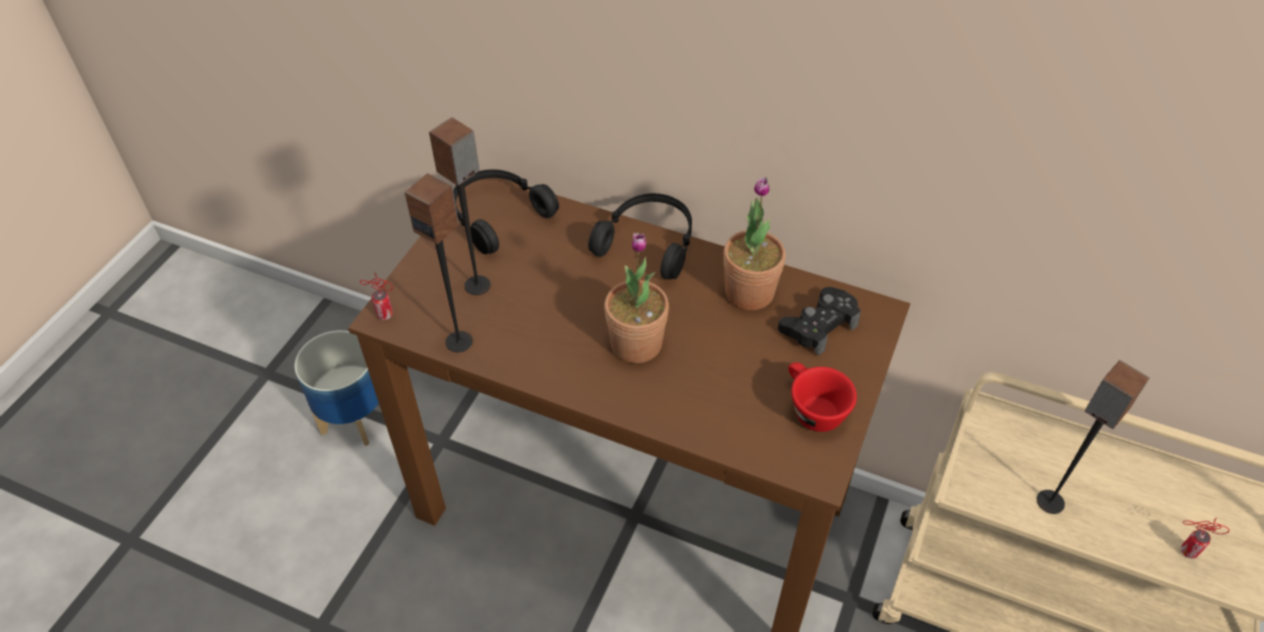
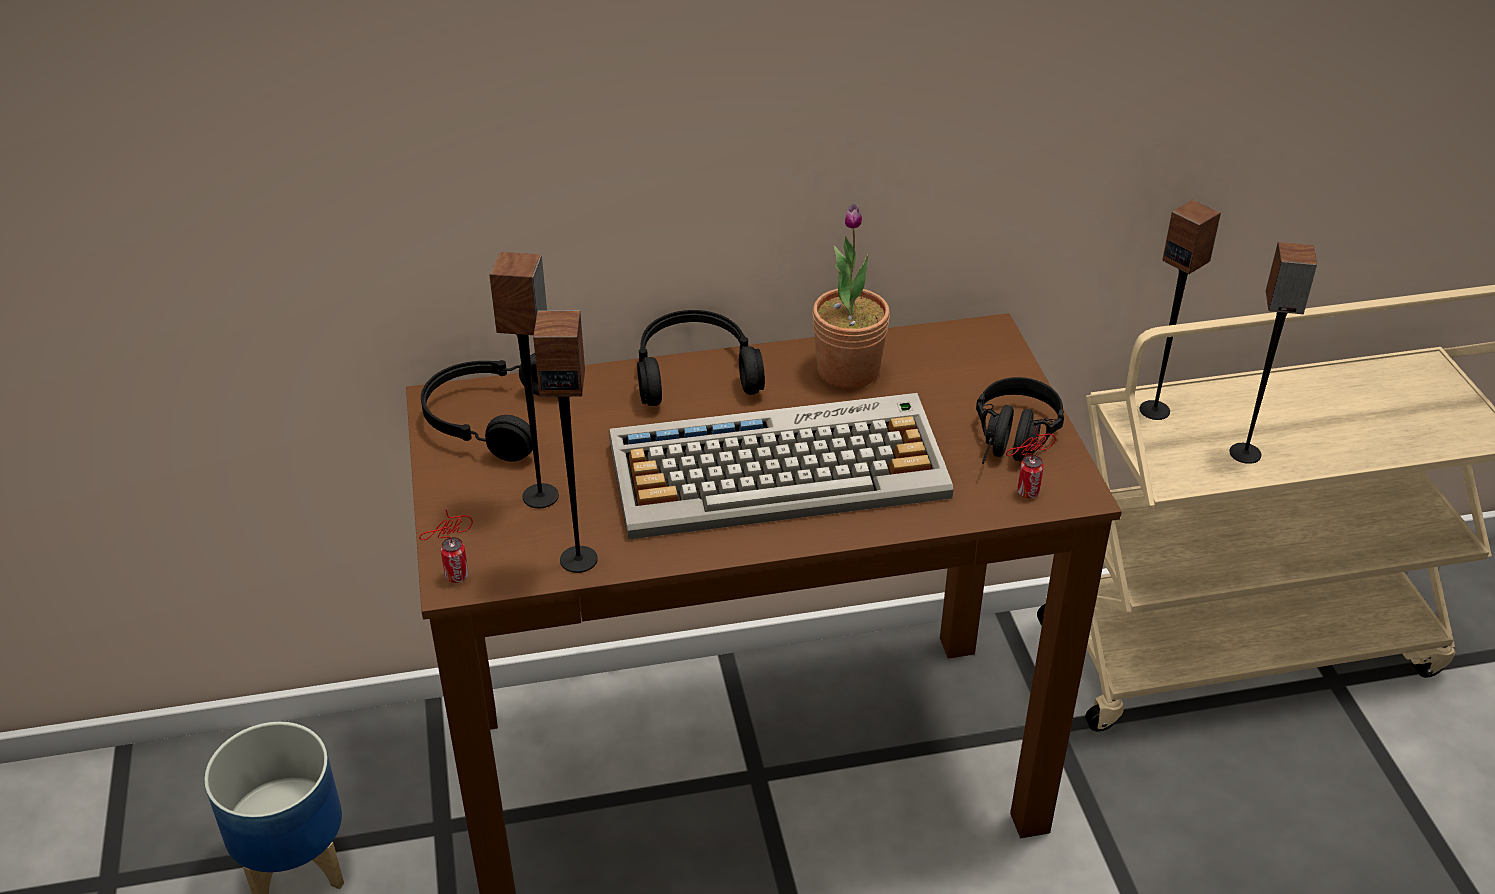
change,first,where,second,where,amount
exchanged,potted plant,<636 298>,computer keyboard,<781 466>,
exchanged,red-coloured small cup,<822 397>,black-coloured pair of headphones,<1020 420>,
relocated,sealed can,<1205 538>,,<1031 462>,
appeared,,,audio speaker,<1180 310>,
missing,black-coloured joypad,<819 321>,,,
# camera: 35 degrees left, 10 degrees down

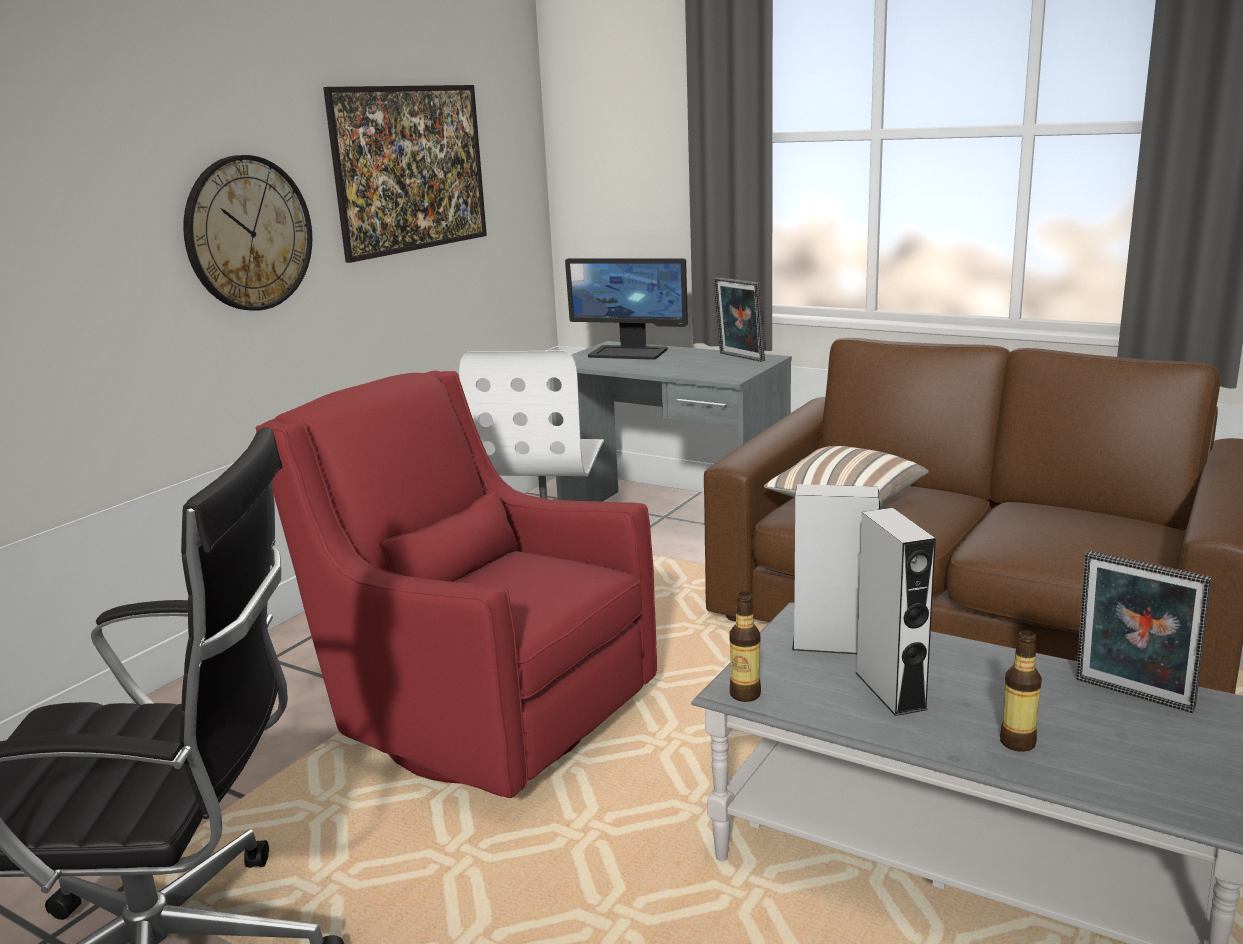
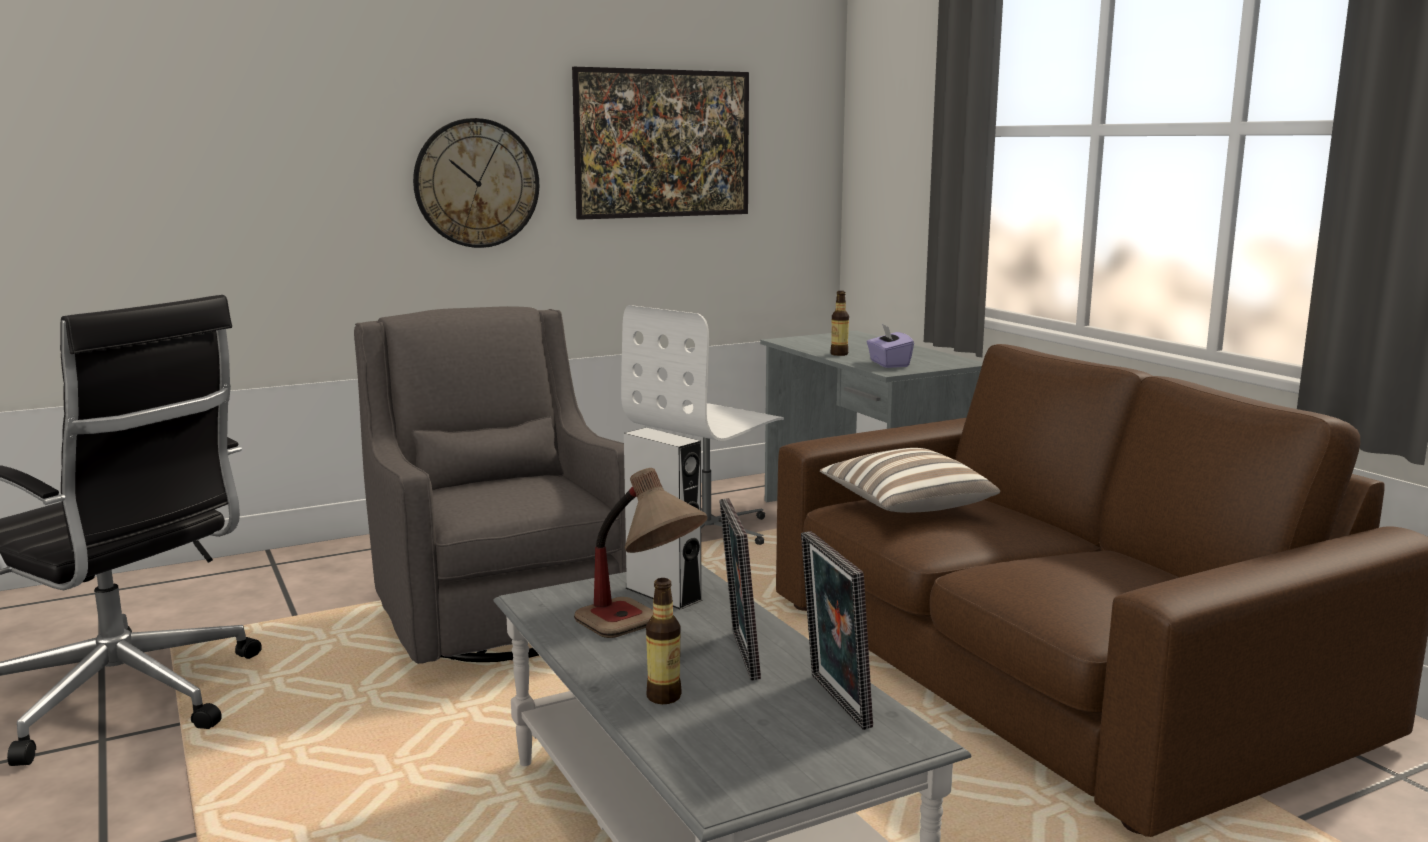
change,first,where,second,where,amount
colour,red-coloured armchair,<456 584>,grey armchair,<490 485>,
exchanged,grey audio speaker,<896 612>,lamp for a table,<641 553>,
relocated,photo frame,<739 319>,,<740 589>,
relocated,bottle,<745 646>,,<839 323>,
appeared,,,purple-coloured box of tissues,<890 346>,
missing,computer screen,<626 309>,,,
# camera: 30 degrees right, 5 degrees down

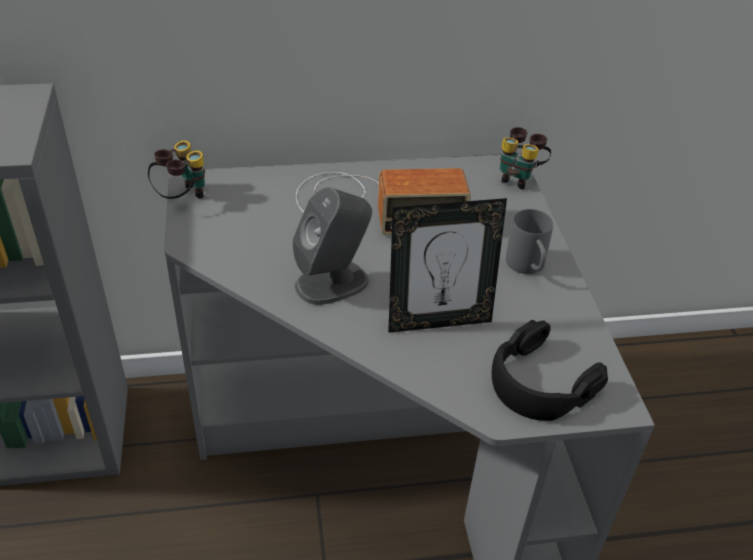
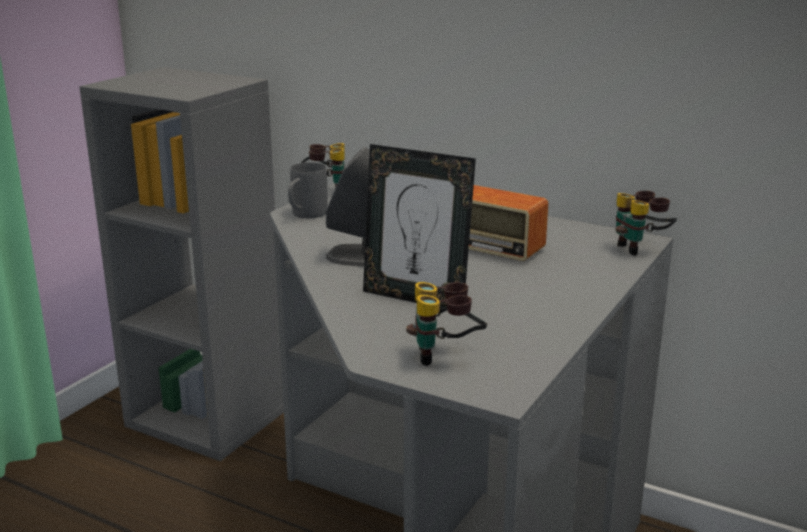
change,first,where,second,where,amount
relocated,grey coffee mug,<529 241>,,<308 190>,
exchanged,black-coloured pair of headphones,<550 370>,pair of binoculars,<447 324>,
# camera: 40 degrees right, 20 degrees down

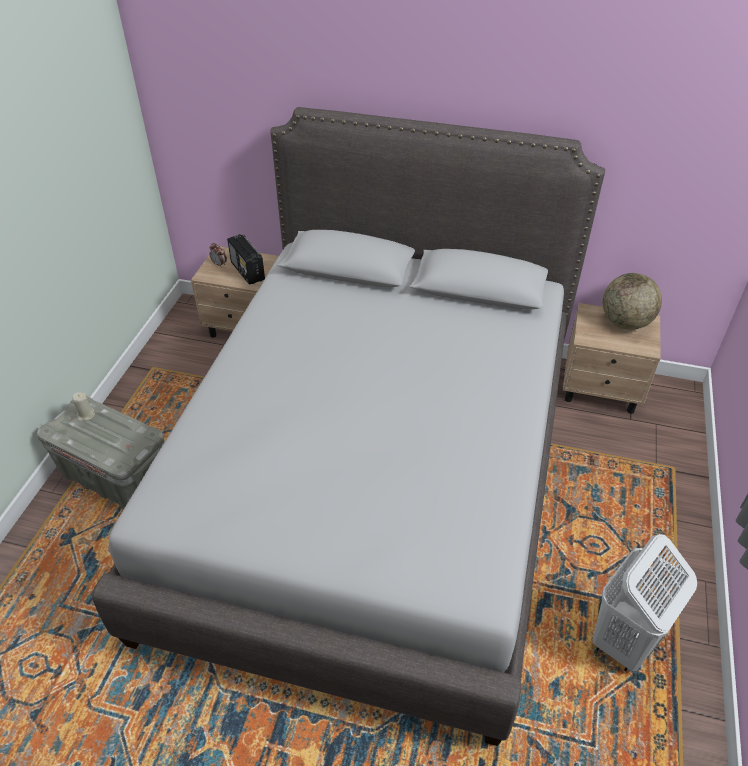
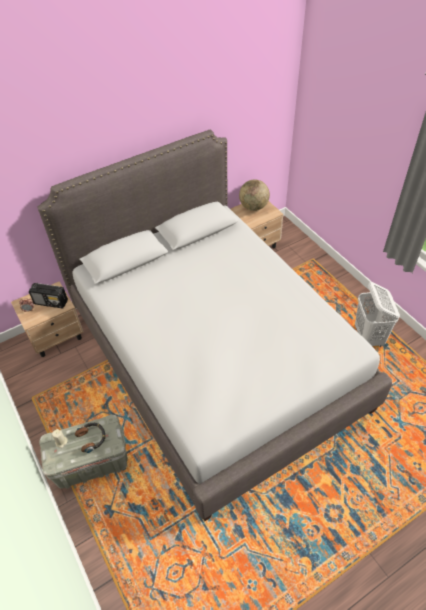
change,first,where,second,where,amount
appeared,,,pair of headphones,<90 438>,
# camera: 45 degrees left, 5 degrees up

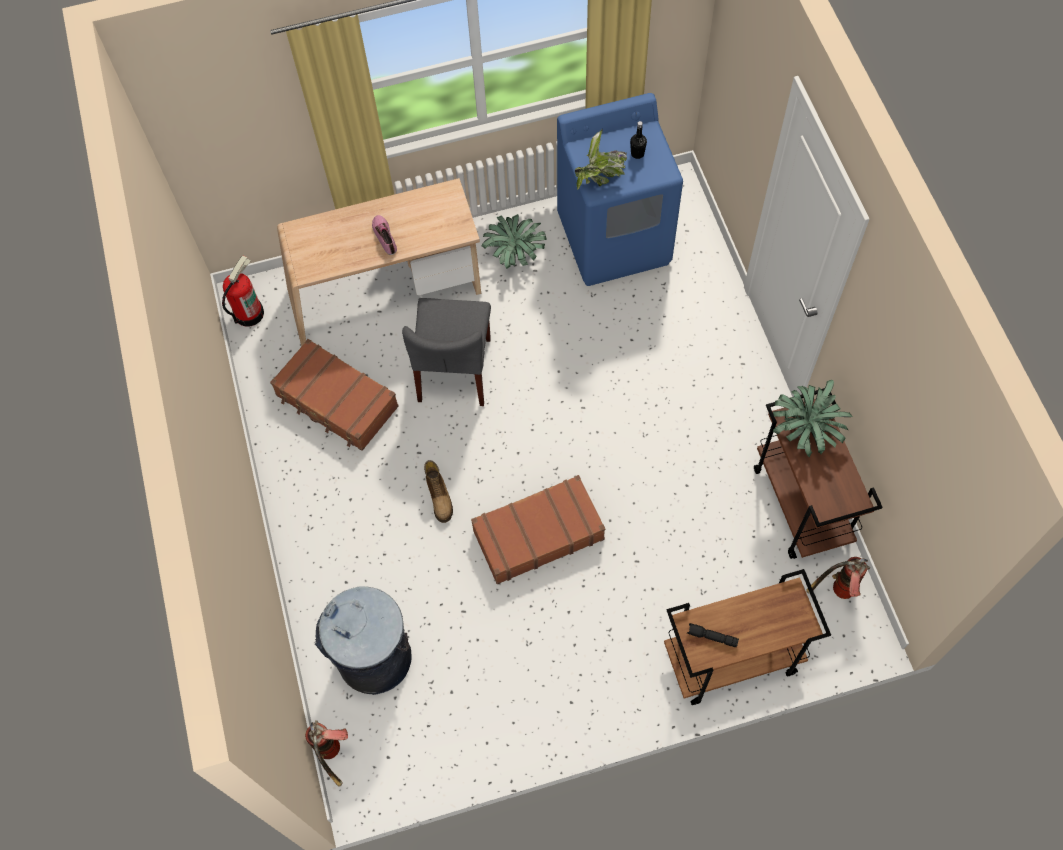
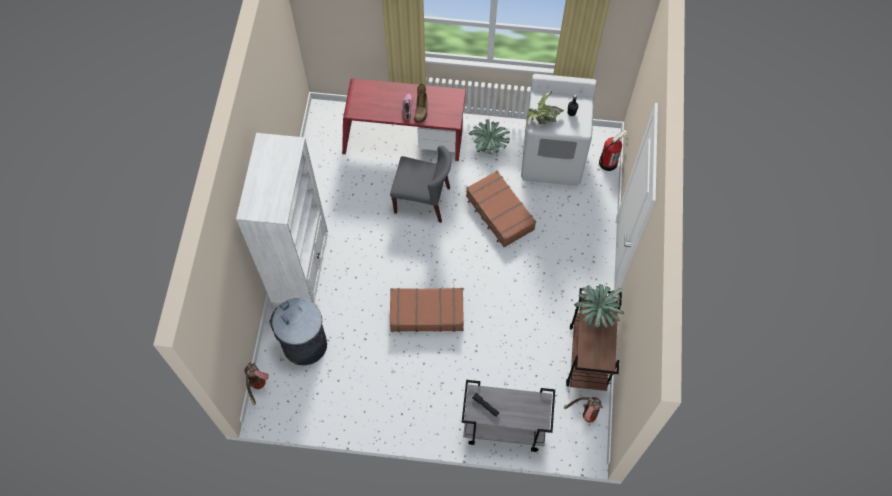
change,first,where,second,where,amount
appeared,,,white-coloured shelving unit,<282 219>,
colour,sand-coloured desk unit,<379 262>,red-coloured desk unit,<404 119>,
spun,grey chair,<446 352>,,<420 184>,105 degrees counterclockwise
relocated,tall boot,<438 491>,,<420 103>,
colour,brown trolley,<747 637>,grey trolley,<508 416>,
relocated,brown piece of luggage,<334 395>,,<501 209>,
colour,blue-coloured washing machine,<620 189>,white-coloured washing machine,<559 130>,
relocated,extinguisher,<243 291>,,<613 150>,
# camera: 20 degrees right, 0 degrees up

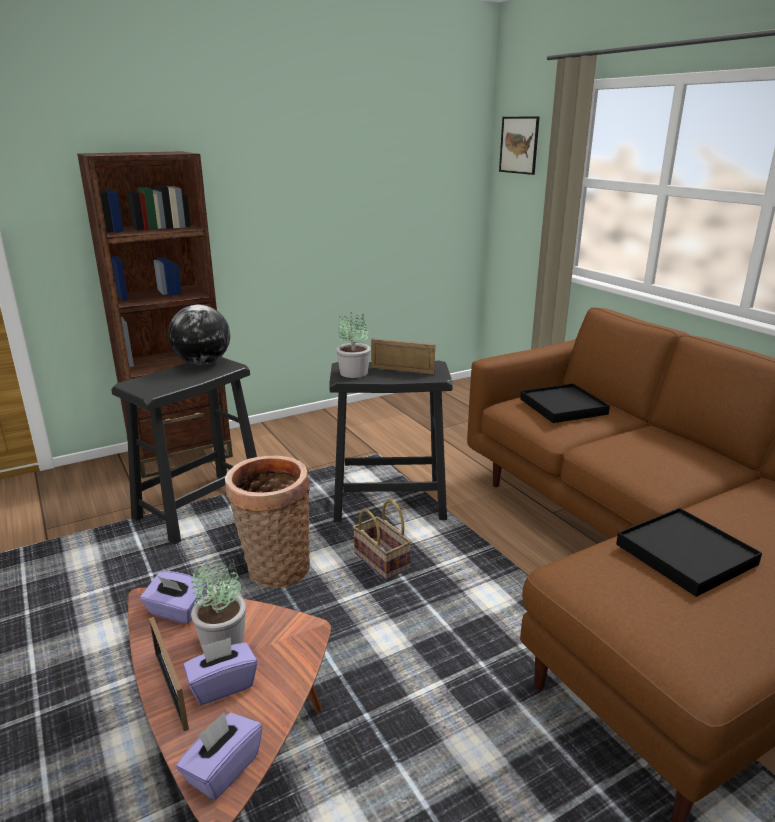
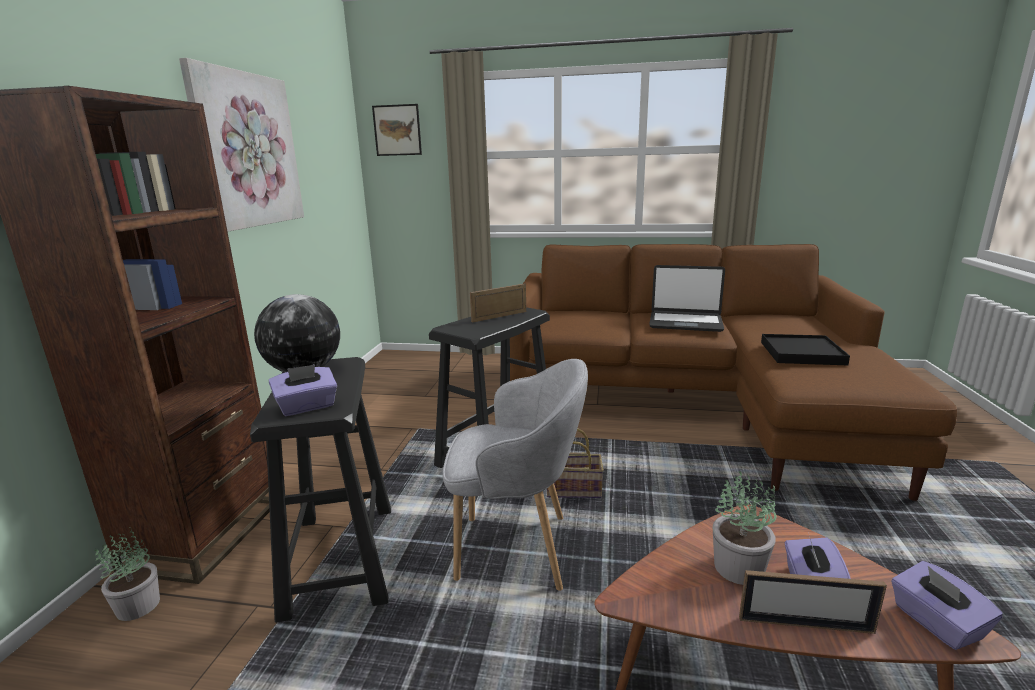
change,first,where,second,where,amount
relocated,potted plant,<353 345>,,<127 574>,
appeared,,,wall art,<241 145>,
relocated,purple-coloured box of tissues,<173 597>,,<303 390>,
exchanged,basket,<267 521>,grey armchair,<515 475>,
appeared,,,notebook computer,<687 298>,
missing,black-coloured tray,<565 403>,,,
# camera: 50 degrees left, 5 degrees down

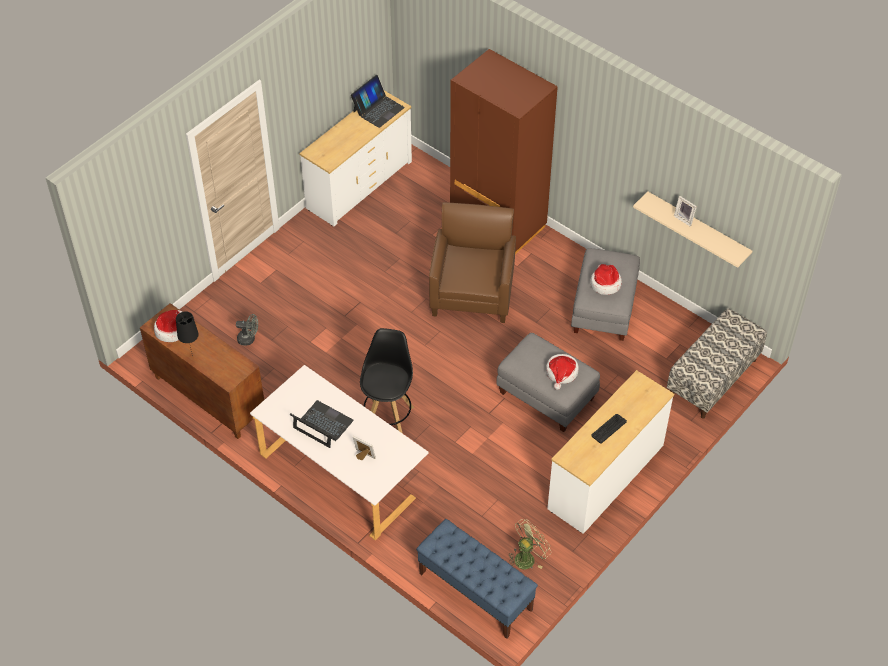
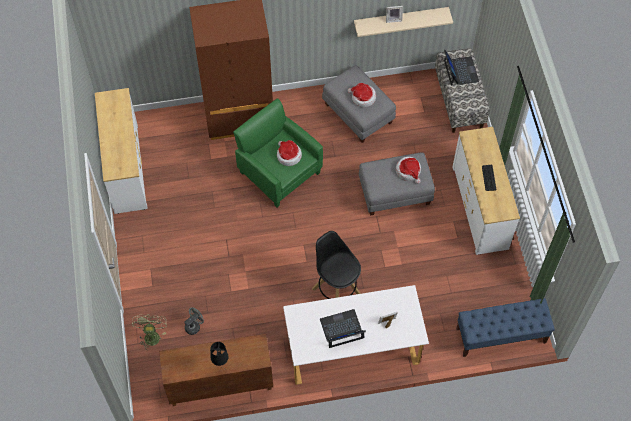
change,first,where,second,where,amount
relocated,greenish electric fan,<530 544>,,<149 331>,
colour,brown armchair,<472 262>,greenish armchair,<278 152>,
relocated,clothing hat,<168 326>,,<289 153>,
relocated,notebook computer,<378 101>,,<461 68>,
# camera: 50 degrees left, 10 degrees up

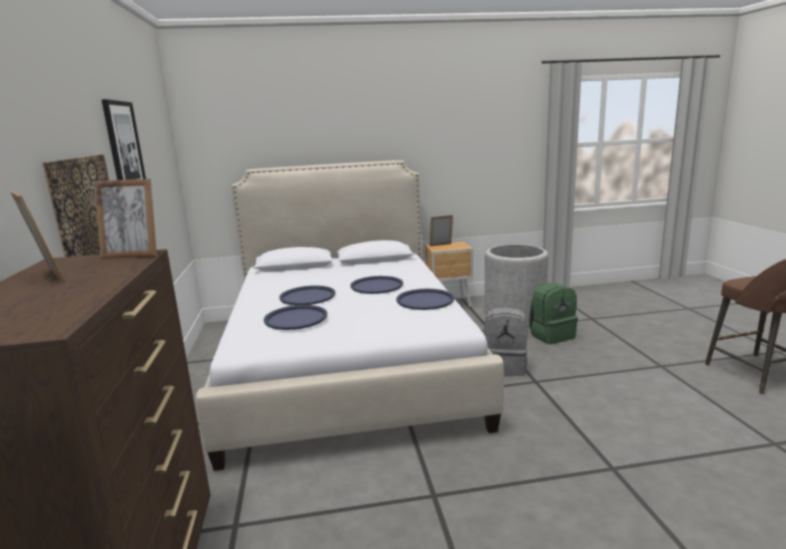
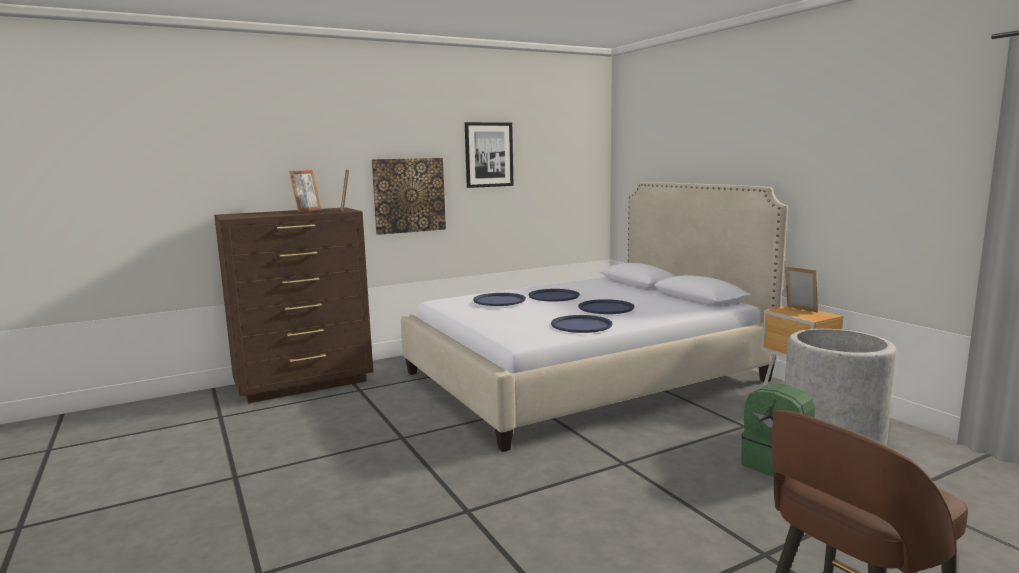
change,first,where,second,where,amount
missing,grey backpack,<506 341>,,,
# camera: 70 degrees right, 5 degrees down

